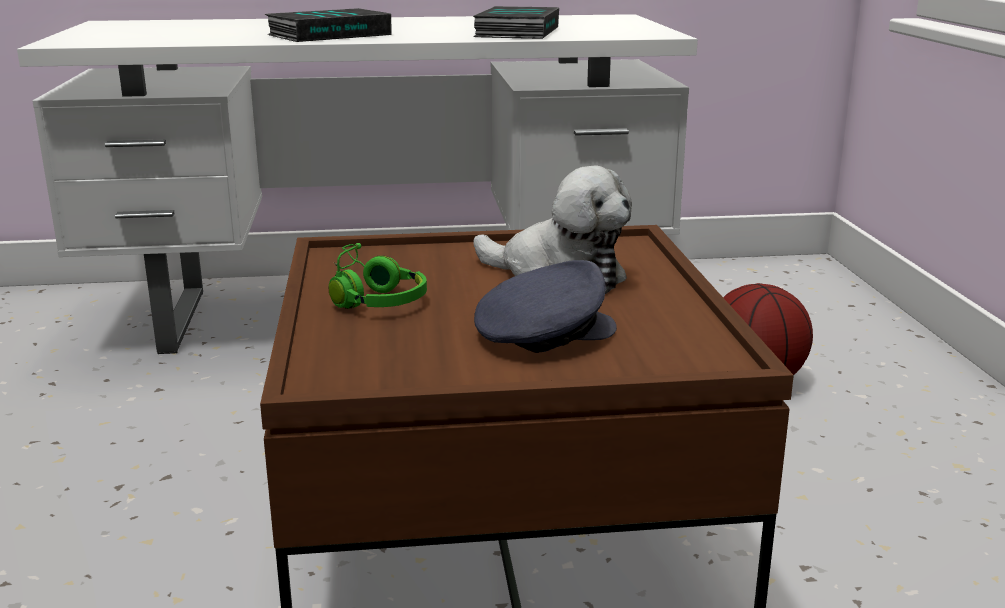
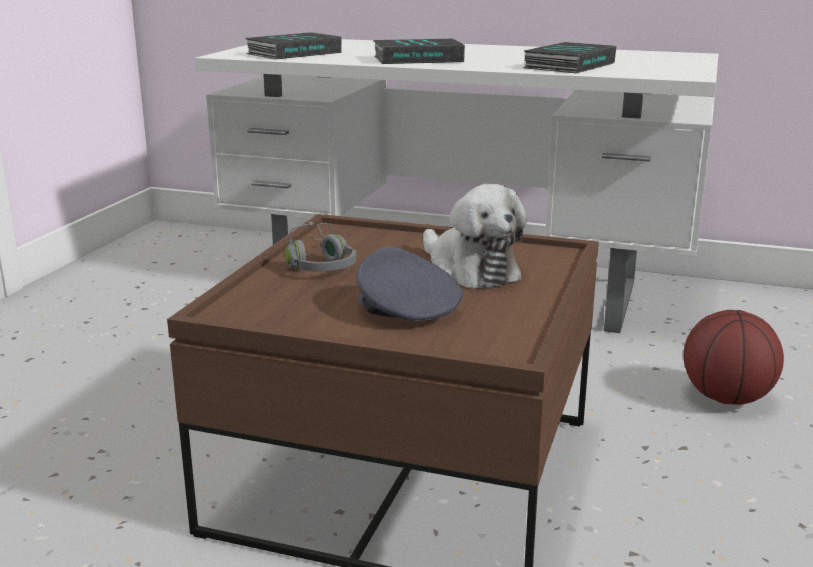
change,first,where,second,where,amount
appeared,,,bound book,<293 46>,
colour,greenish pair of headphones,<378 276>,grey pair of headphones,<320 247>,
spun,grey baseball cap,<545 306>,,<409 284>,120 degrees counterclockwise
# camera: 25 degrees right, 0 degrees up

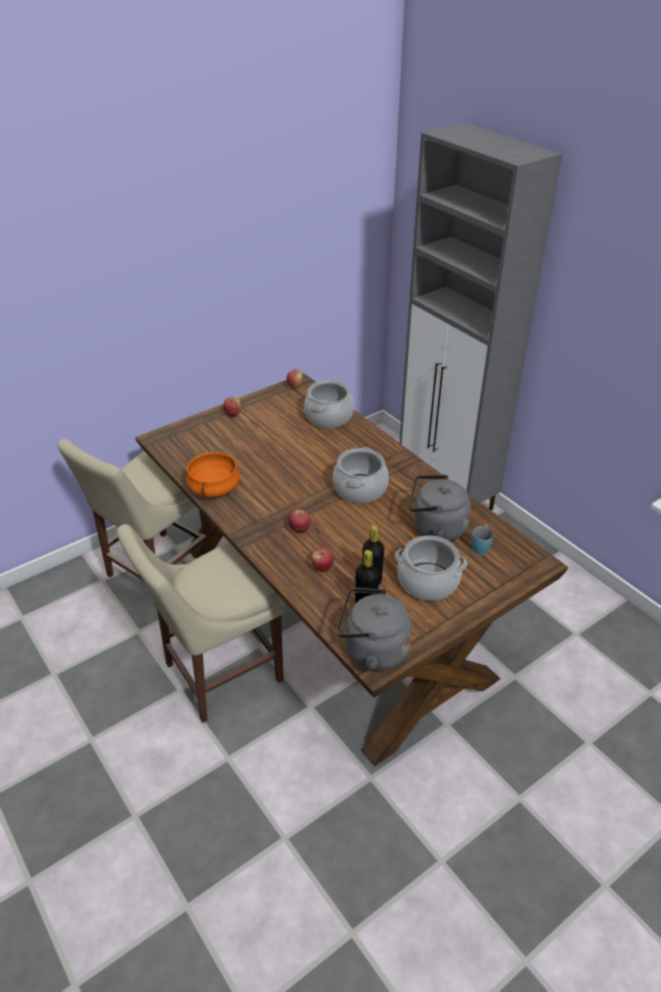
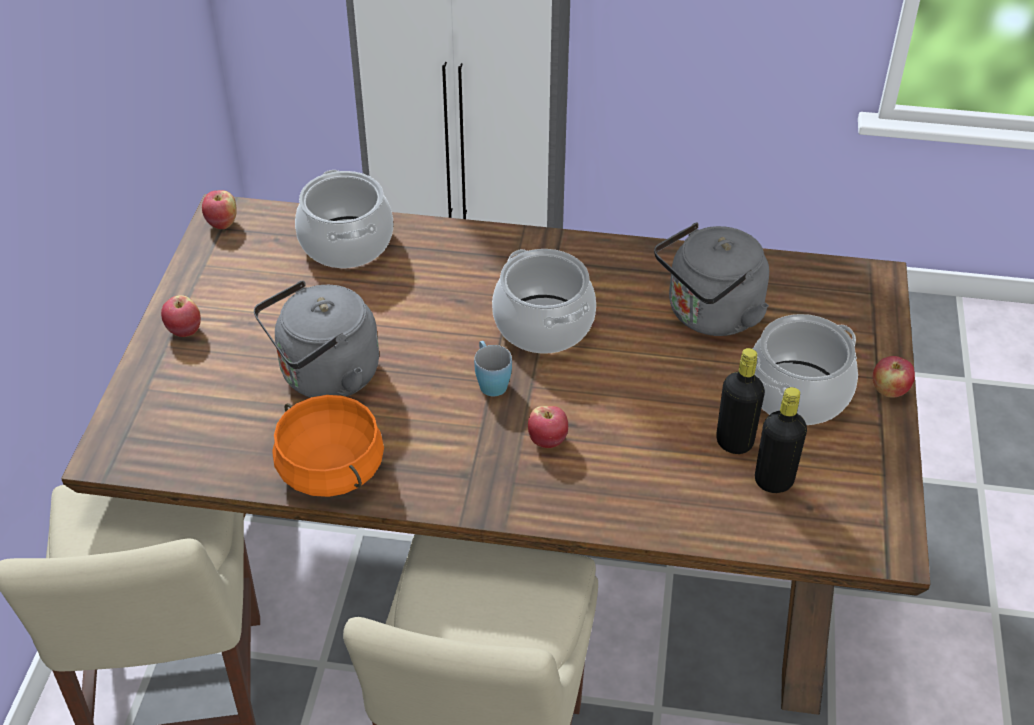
change,first,where,second,where,amount
relocated,grey tea kettle,<374 629>,,<316 339>,
relocated,blue-coloured coffee mug,<482 539>,,<493 369>,
relocated,whole apple,<323 560>,,<894 377>,
# camera: 45 degrees left, 5 degrees up

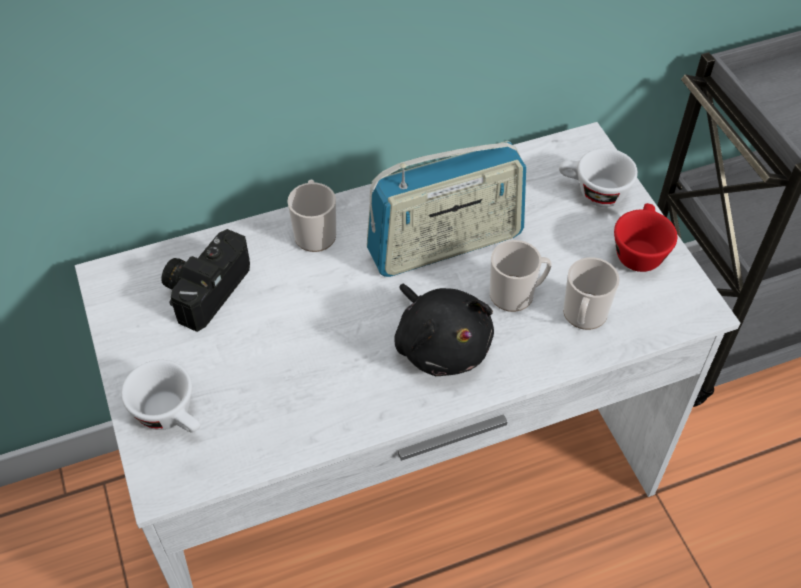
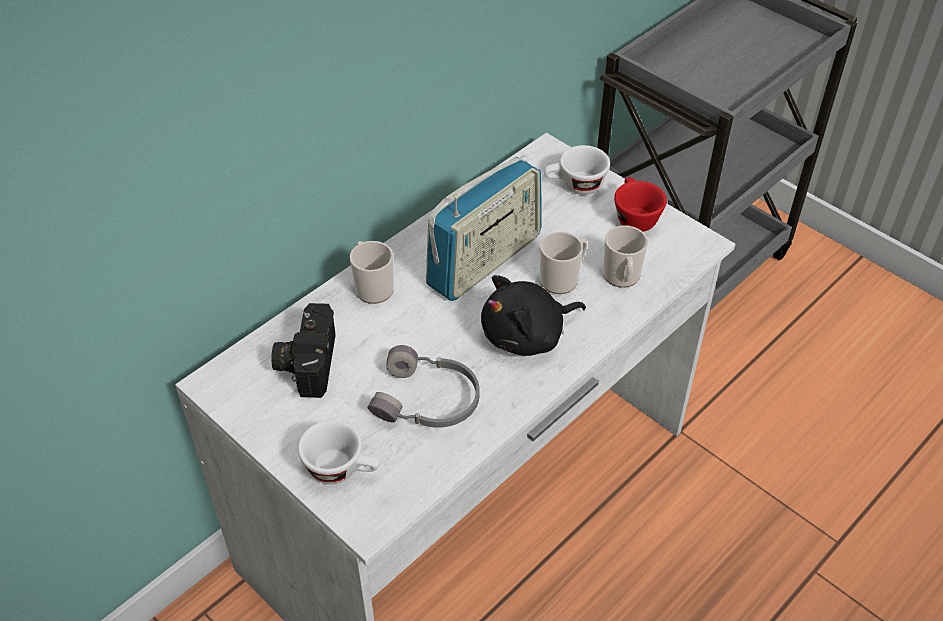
change,first,where,second,where,amount
appeared,,,grey pair of headphones,<423 386>,
spun,black-coloured cuddly toy,<444 330>,,<533 315>,120 degrees clockwise
# camera: 25 degrees left, 5 degrees down

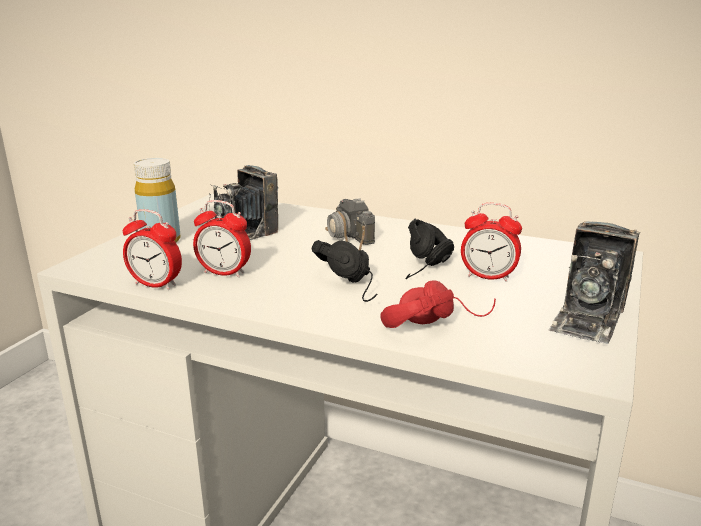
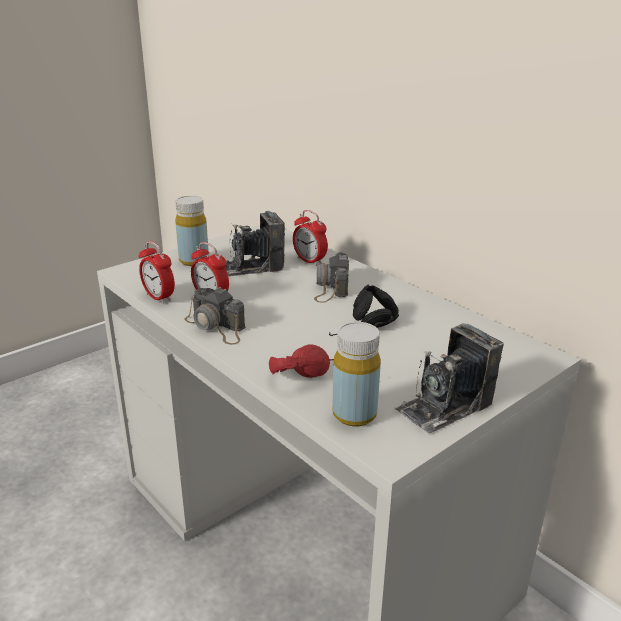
change,first,where,second,where,amount
appeared,,,still camera,<215 316>,
relocated,bedside clock,<491 242>,,<310 238>,
appeared,,,yellowish bottle,<356 374>,
missing,black-coloured pair of headphones,<344 271>,,,
# camera: 25 degrees right, 5 degrees up

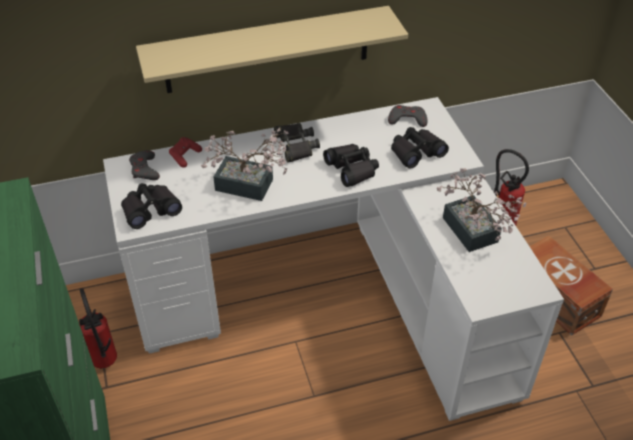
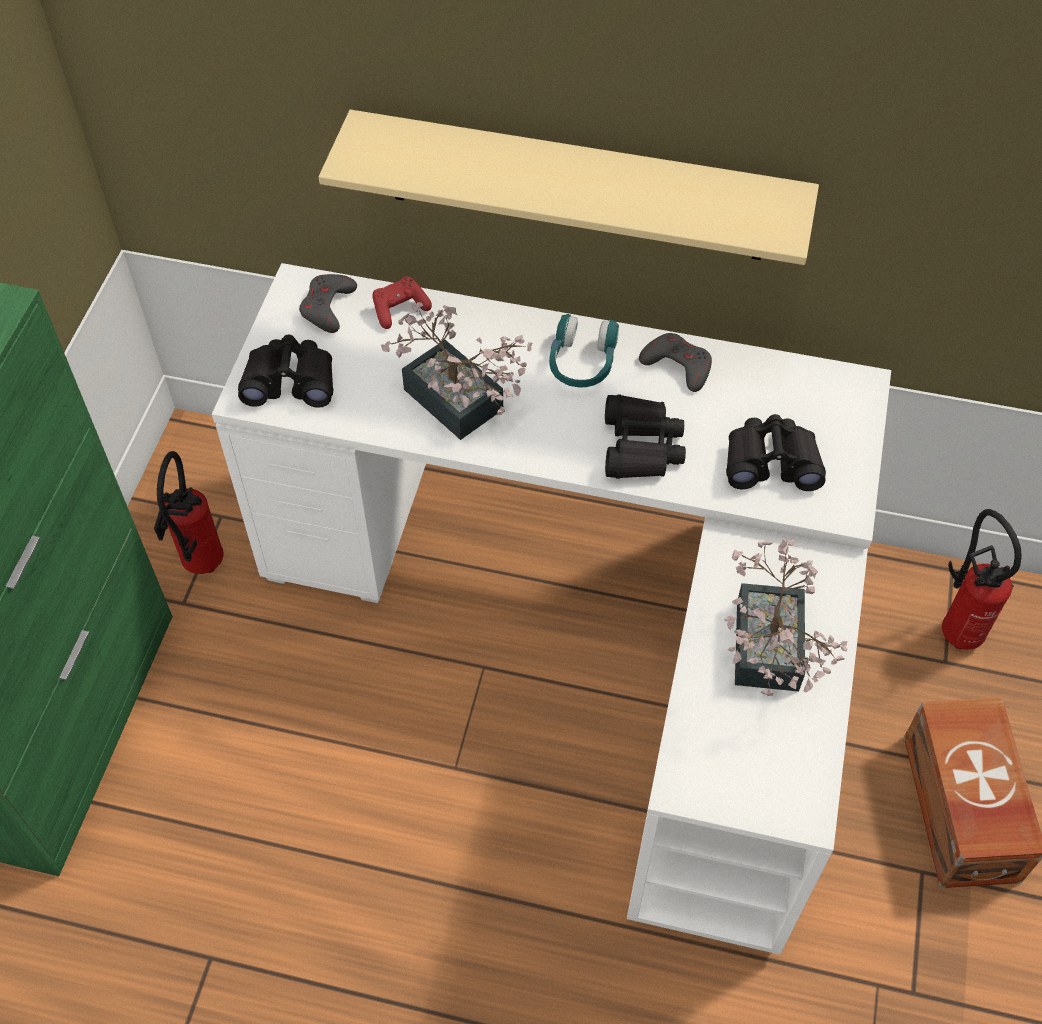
change,first,where,second,where,amount
exchanged,black-coloured pair of binoculars,<297 143>,blue-green pair of headphones,<584 351>,
relocated,grey joypad,<407 116>,,<675 362>,
# camera: 30 degrees right, 10 degrees up

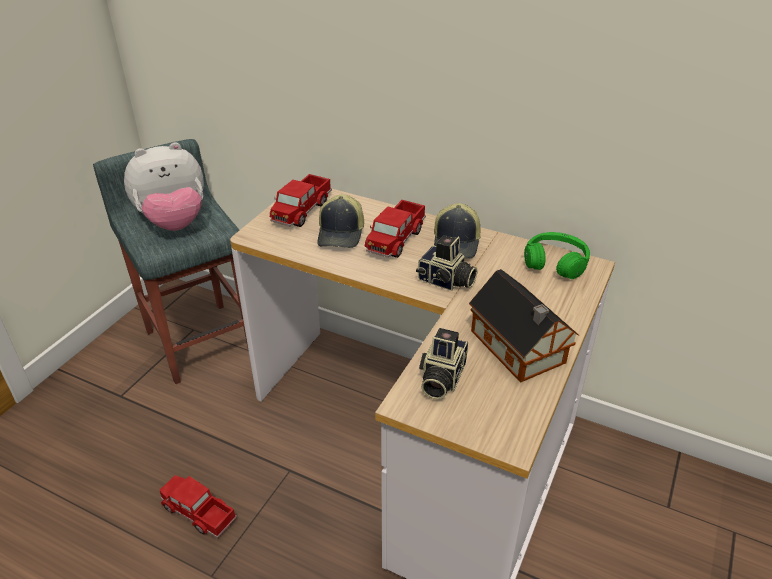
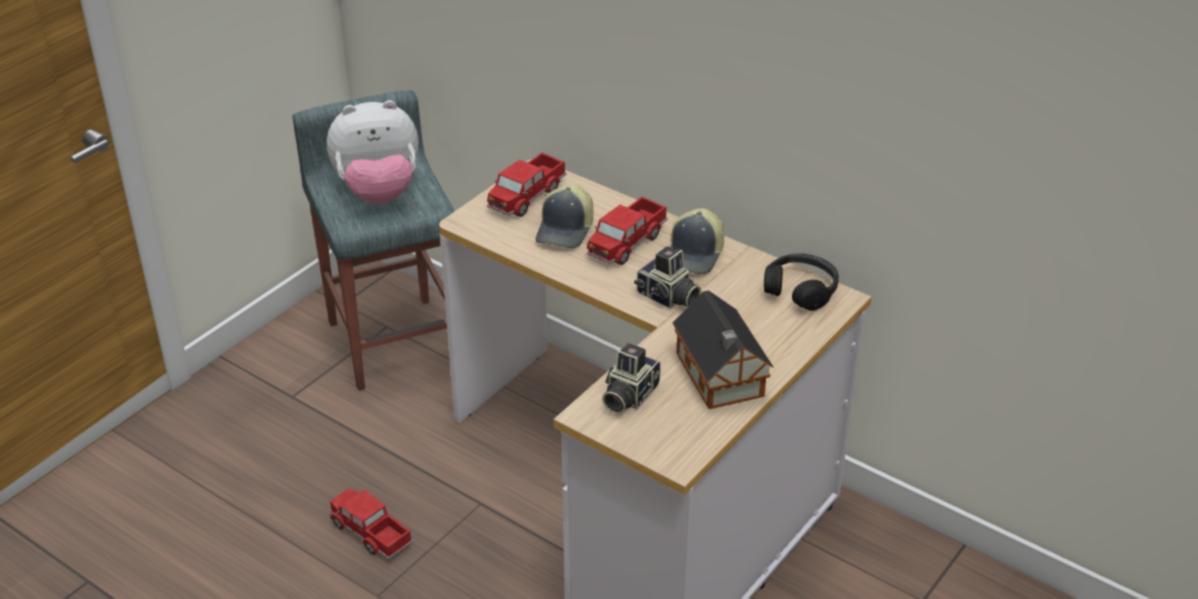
change,first,where,second,where,amount
colour,greenish pair of headphones,<557 255>,black-coloured pair of headphones,<801 282>,
# camera: 10 degrees right, 0 degrees up

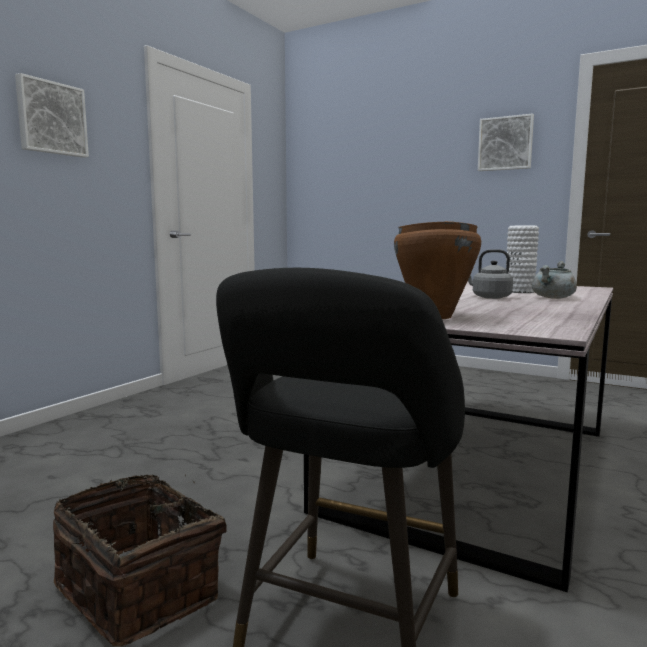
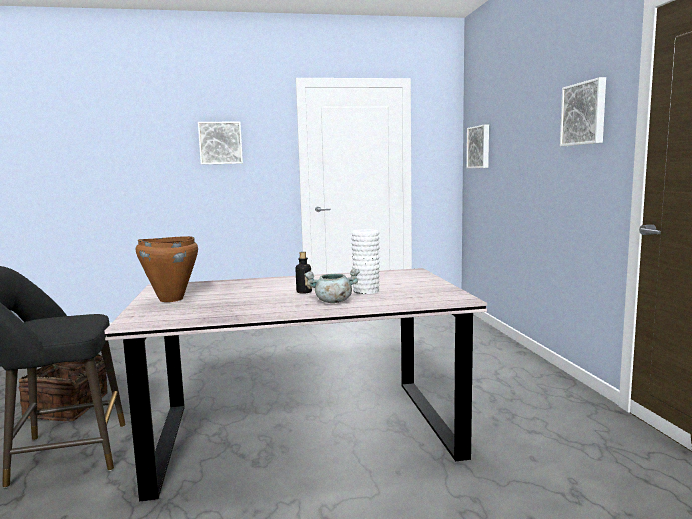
change,first,where,second,where,amount
exchanged,grey tea kettle,<490 274>,bottle,<304 273>,
appeared,,,wall art,<478 146>,
# camera: 50 degrees right, 0 degrees up

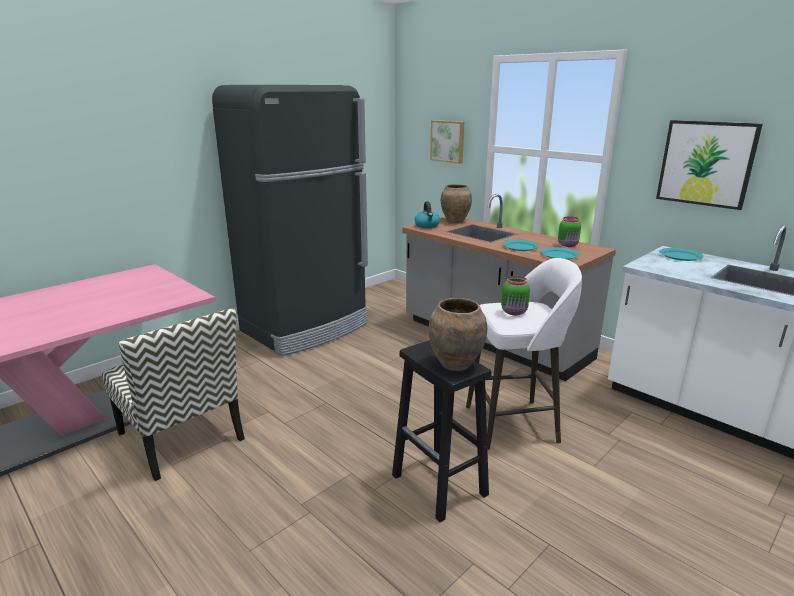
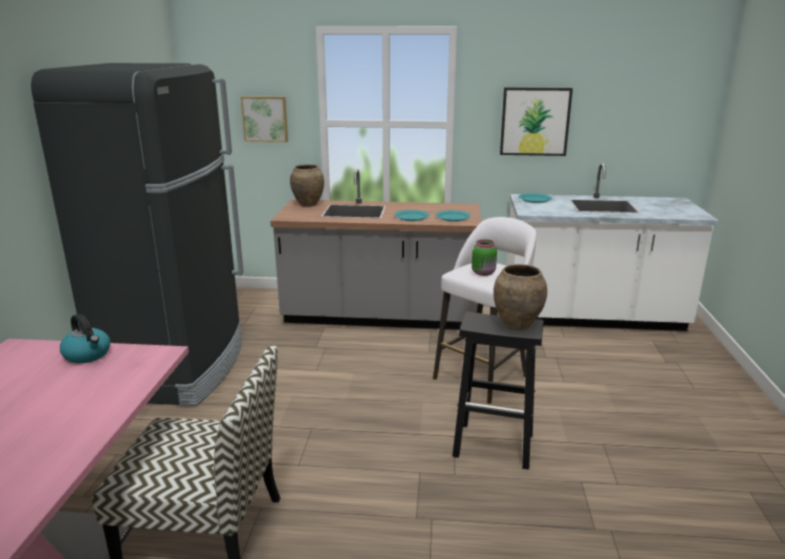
change,first,where,second,where,amount
relocated,tea kettle,<427 215>,,<85 338>,
missing,greenish preserve jar,<569 231>,,,
# camera: 40 degrees left, 0 degrees up

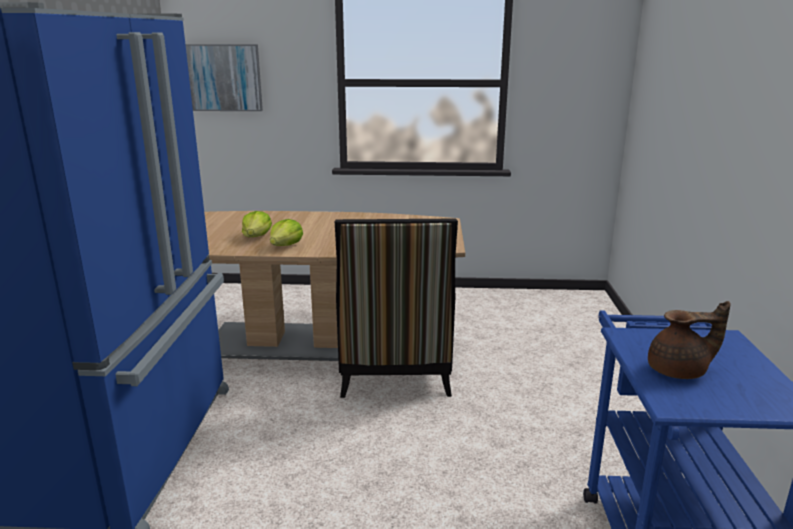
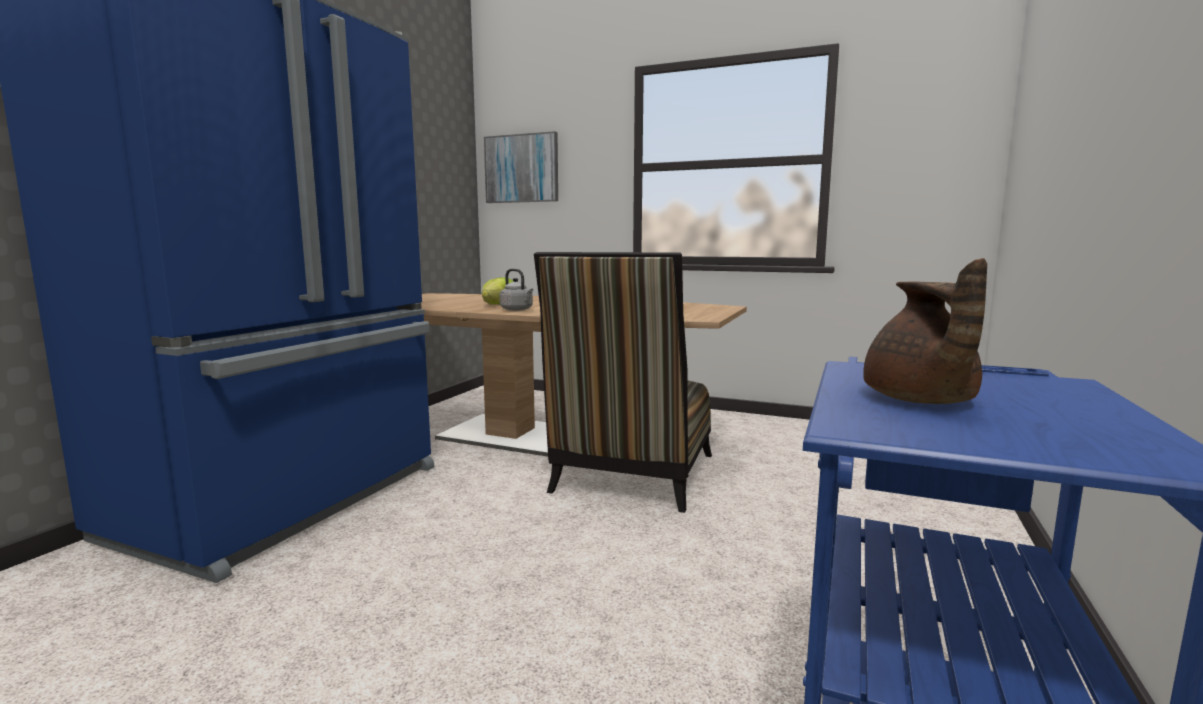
change,first,where,second,where,amount
exchanged,lettuce head,<286 232>,grey tea kettle,<516 290>,
spun,brown pot for tea,<689 340>,,<925 331>,75 degrees clockwise
# camera: 20 degrees right, 10 degrees down

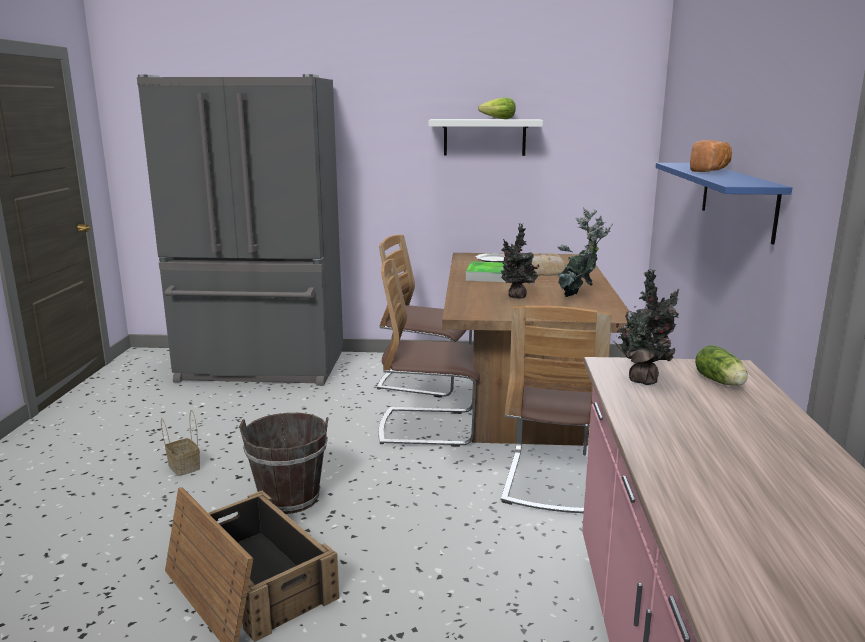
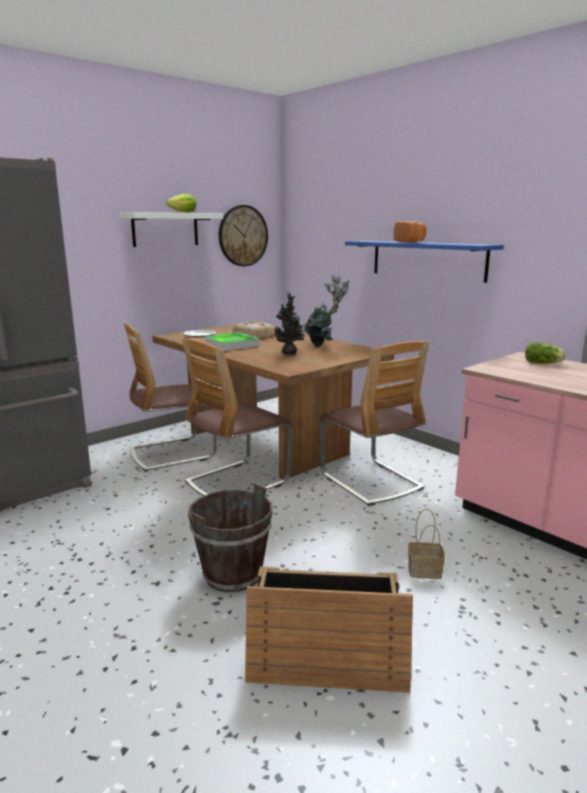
change,first,where,second,where,amount
appeared,,,hanging clock,<243 235>,
relocated,basket,<180 443>,,<426 544>,
missing,potted plant,<646 327>,,,
# camera: 45 degrees left, 0 degrees up

